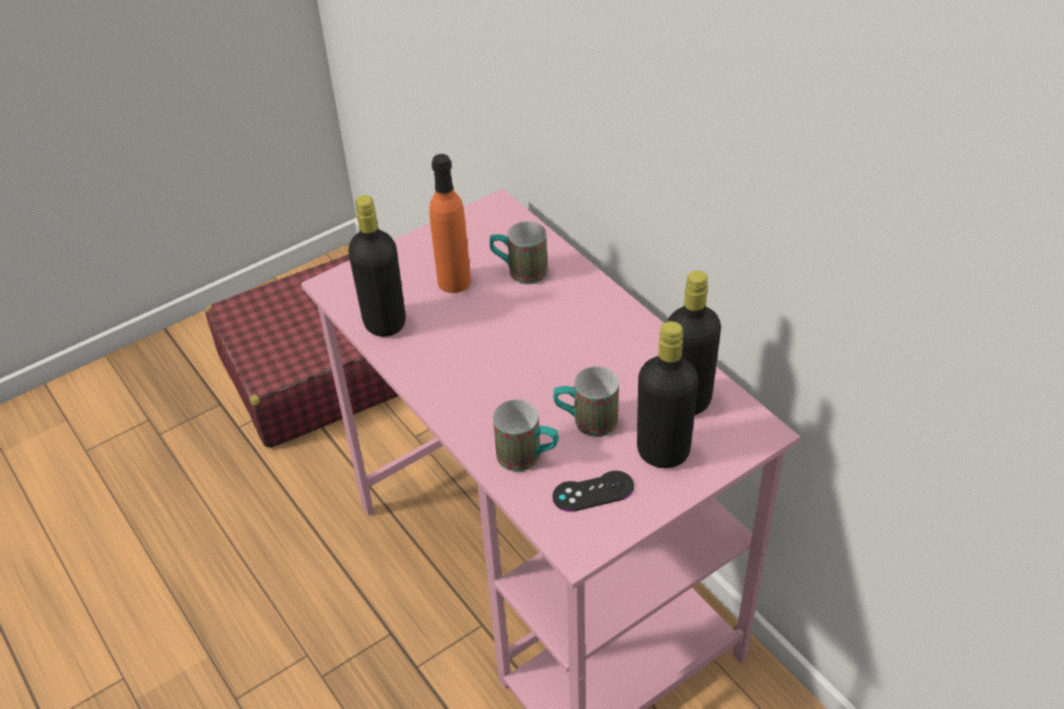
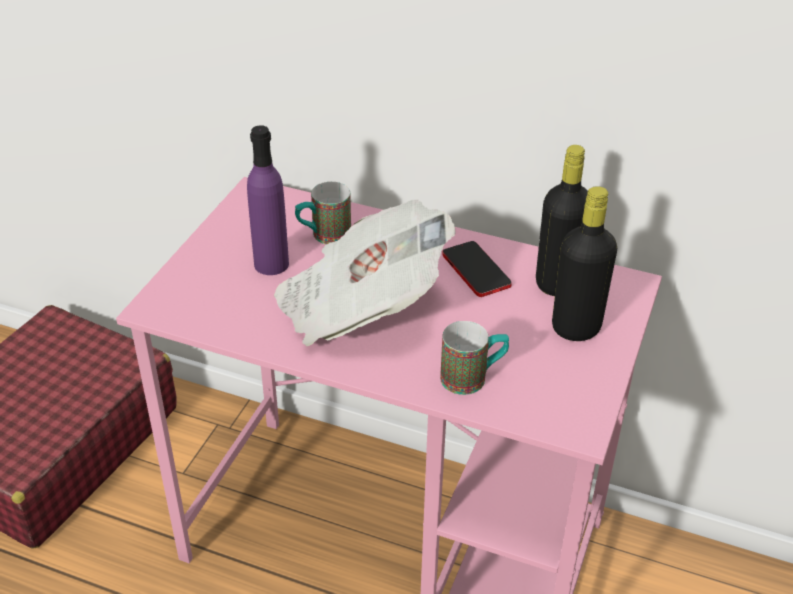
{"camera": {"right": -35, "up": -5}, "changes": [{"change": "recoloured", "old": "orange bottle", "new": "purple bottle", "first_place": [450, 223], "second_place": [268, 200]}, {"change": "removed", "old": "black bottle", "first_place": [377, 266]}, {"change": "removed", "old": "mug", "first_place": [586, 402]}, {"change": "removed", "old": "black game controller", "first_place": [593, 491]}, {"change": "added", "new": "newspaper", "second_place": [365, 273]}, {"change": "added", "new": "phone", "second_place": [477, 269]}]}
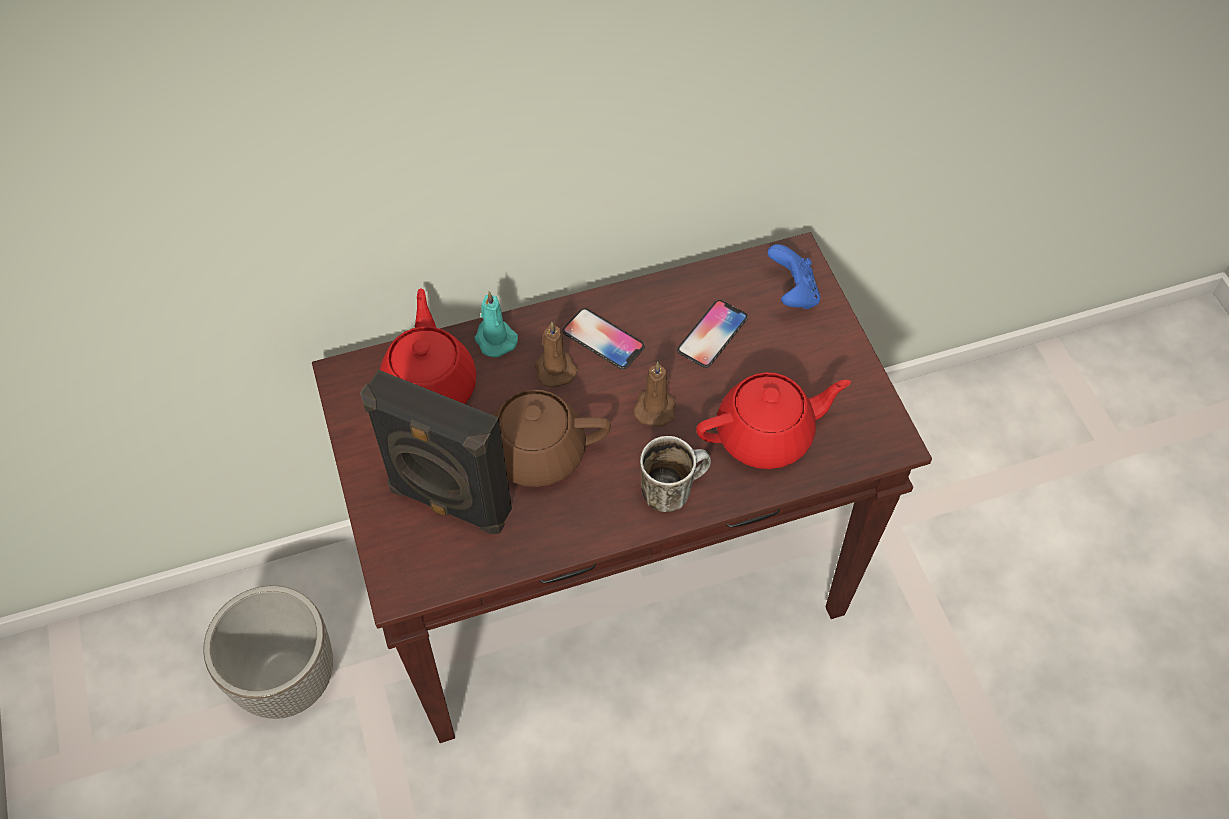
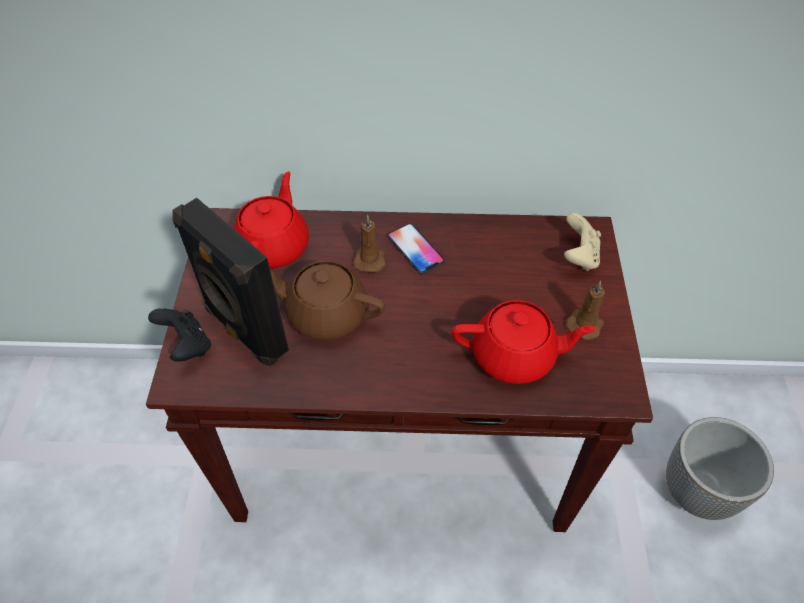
{"camera": {"right": 20, "up": -5}, "changes": [{"change": "recoloured", "old": "blue game controller", "new": "beige game controller", "first_place": [794, 276], "second_place": [582, 242]}, {"change": "removed", "old": "turquoise candle", "first_place": [496, 324]}, {"change": "removed", "old": "phone", "first_place": [712, 334]}, {"change": "moved", "old": "brown candle", "first_place": [654, 394], "second_place": [585, 310]}, {"change": "removed", "old": "mug", "first_place": [675, 474]}, {"change": "moved", "old": "planter", "first_place": [268, 652], "second_place": [720, 468]}, {"change": "added", "new": "black game controller", "second_place": [179, 335]}]}
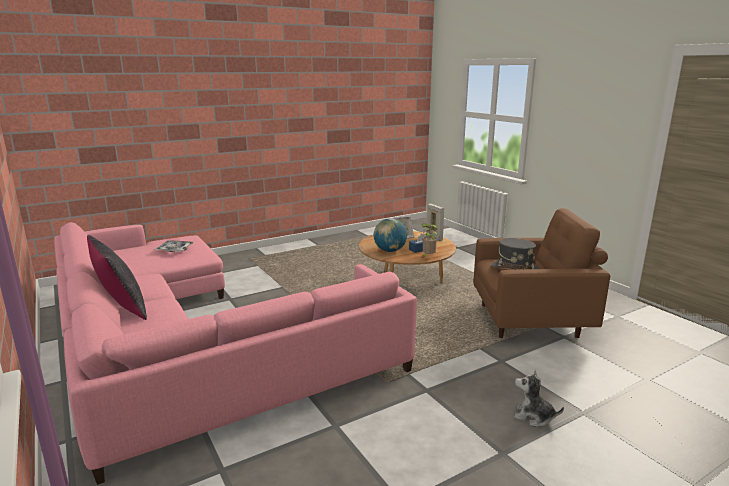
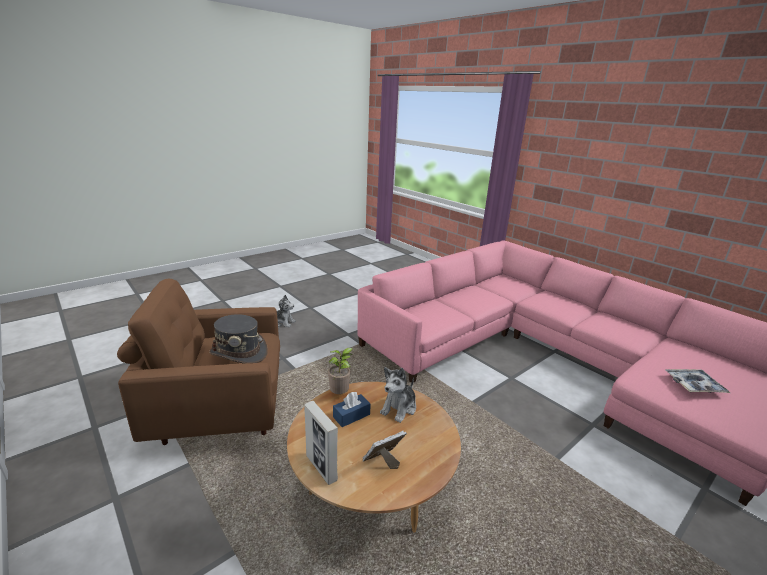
{"camera": {"right": 170, "up": 5}, "changes": [{"change": "replaced", "old": "globe", "new": "plush toy", "first_place": [390, 235], "second_place": [398, 395]}, {"change": "removed", "old": "black pillow", "first_place": [117, 277]}]}
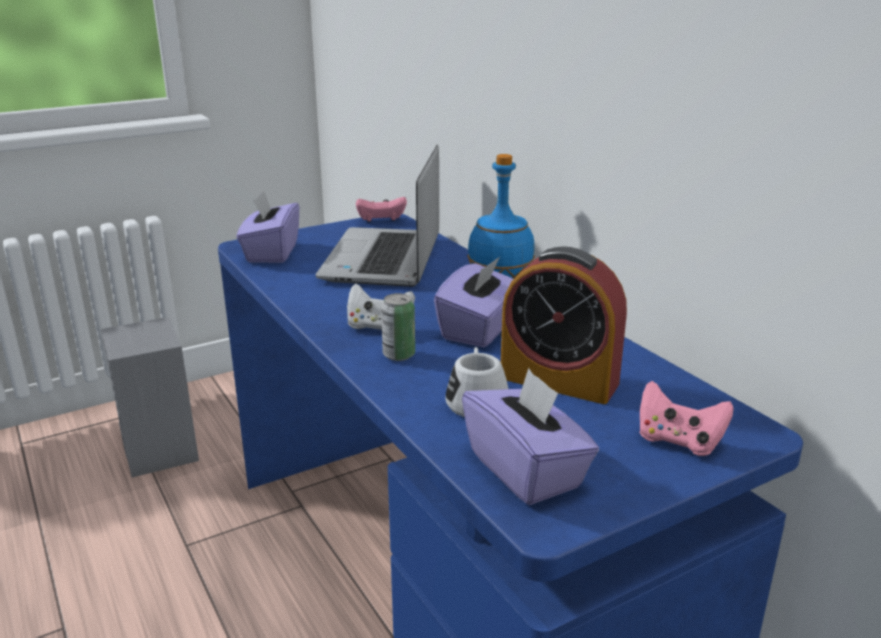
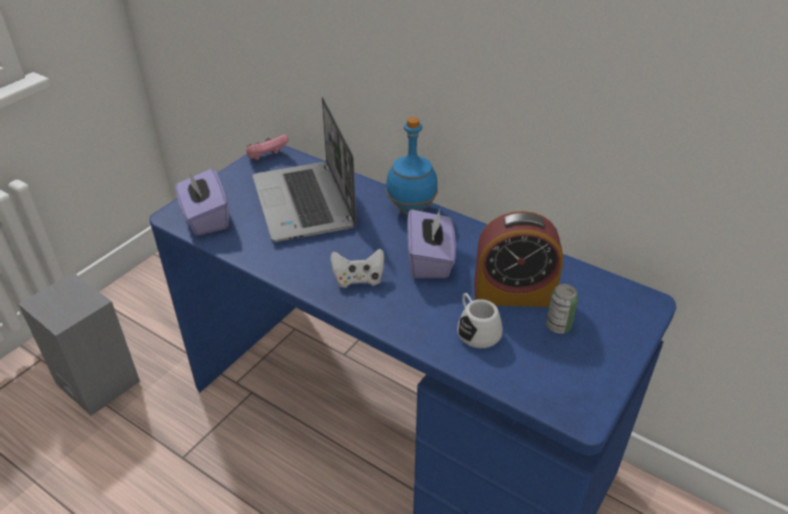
{"camera": {"right": -25, "up": 15}, "changes": [{"change": "moved", "old": "can", "first_place": [398, 327], "second_place": [562, 309]}, {"change": "removed", "old": "purple tissue box", "first_place": [530, 436]}, {"change": "removed", "old": "pink game controller", "first_place": [686, 418]}]}
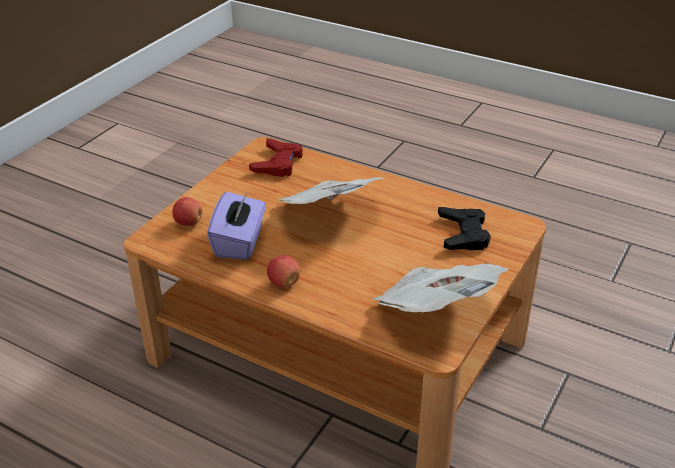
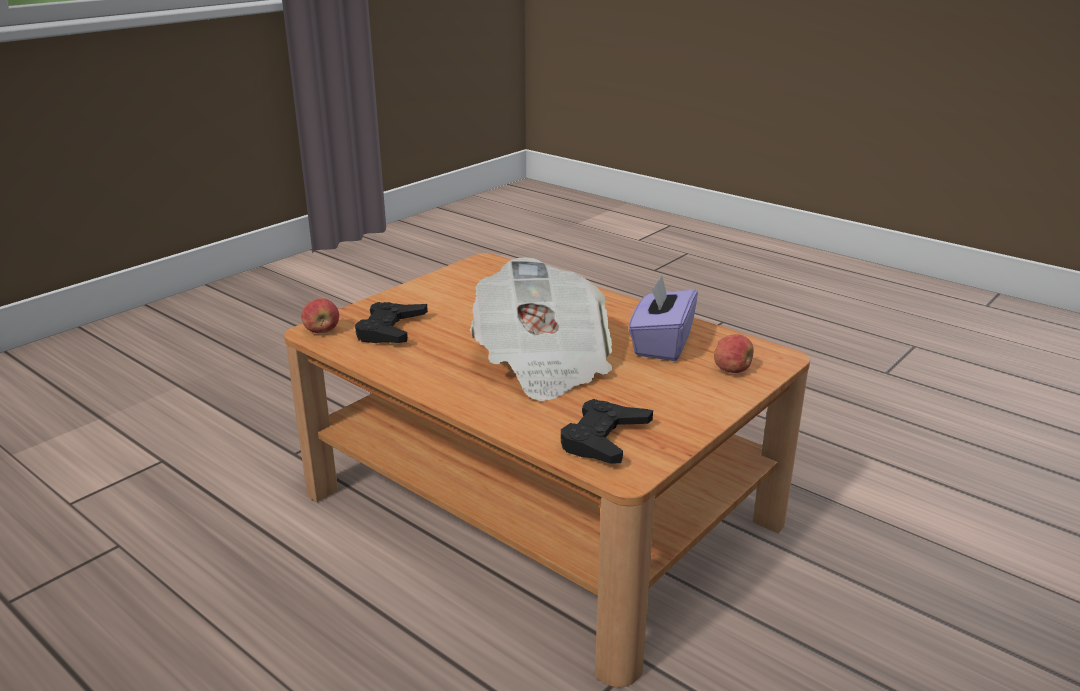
{"camera": {"right": -170, "up": -10}, "changes": [{"change": "recoloured", "old": "red game controller", "new": "black game controller", "first_place": [276, 157], "second_place": [607, 431]}, {"change": "moved", "old": "apple", "first_place": [283, 271], "second_place": [320, 316]}, {"change": "removed", "old": "newspaper", "first_place": [440, 287]}]}
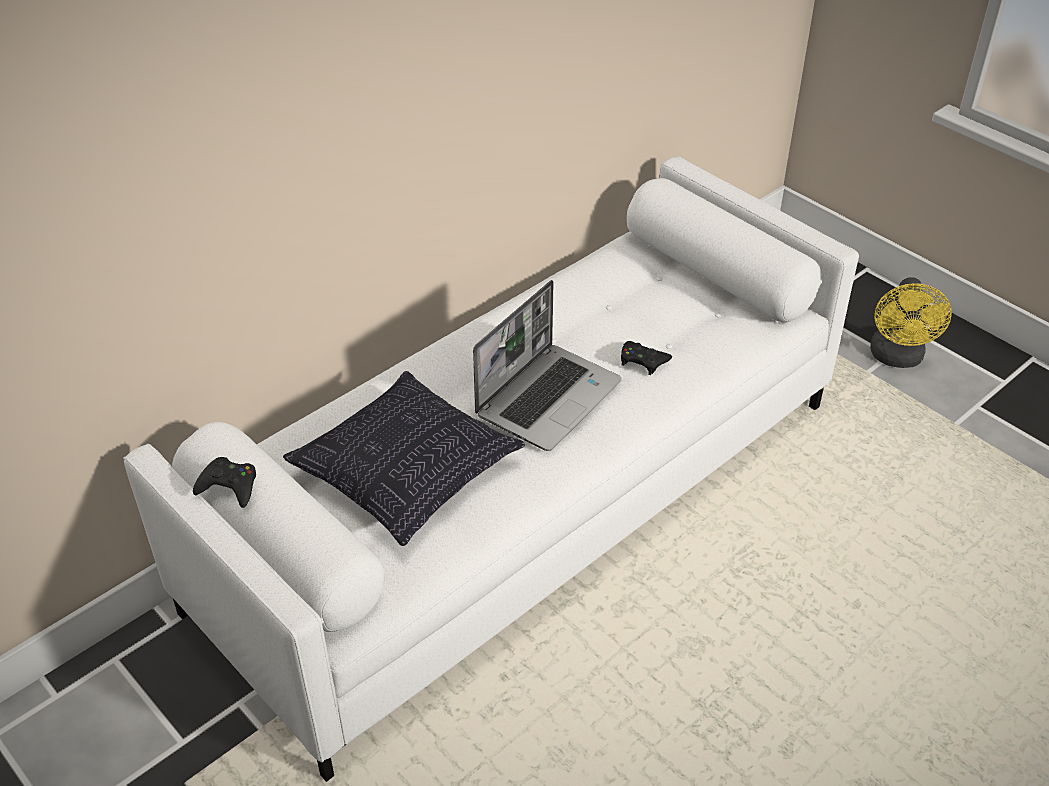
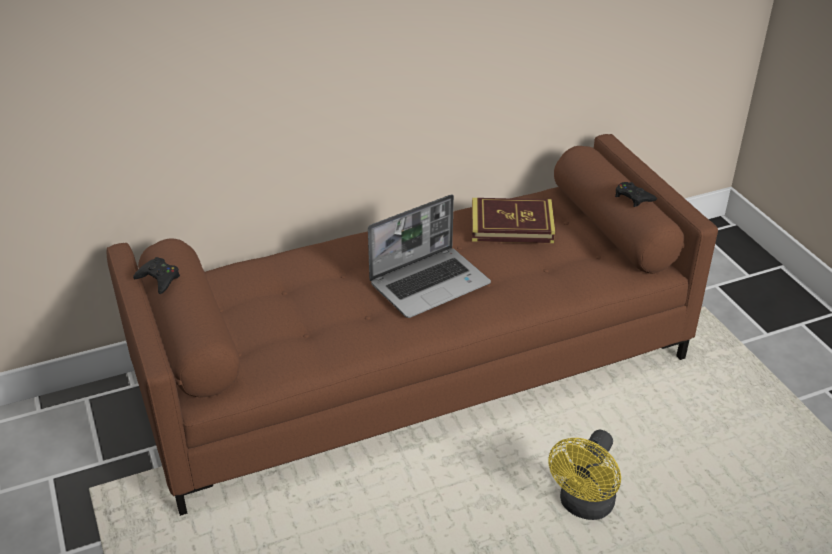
{"camera": {"right": 20, "up": -5}, "changes": [{"change": "recoloured", "old": "white sofa", "new": "brown sofa", "first_place": [491, 469], "second_place": [412, 325]}, {"change": "moved", "old": "yellow fan", "first_place": [911, 322], "second_place": [584, 475]}, {"change": "moved", "old": "black game controller", "first_place": [646, 358], "second_place": [636, 194]}, {"change": "removed", "old": "pillow", "first_place": [404, 458]}, {"change": "added", "new": "book", "second_place": [513, 220]}]}
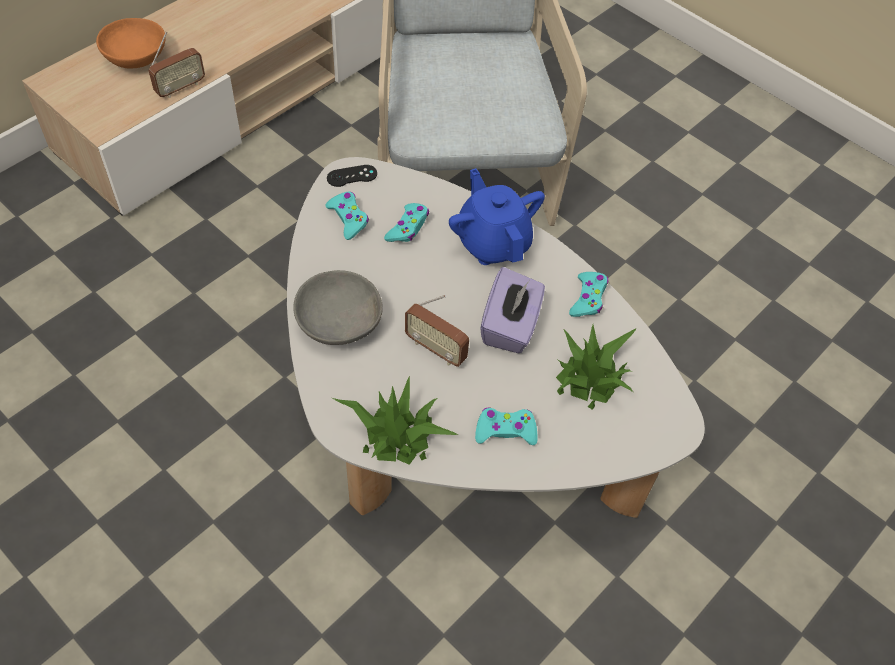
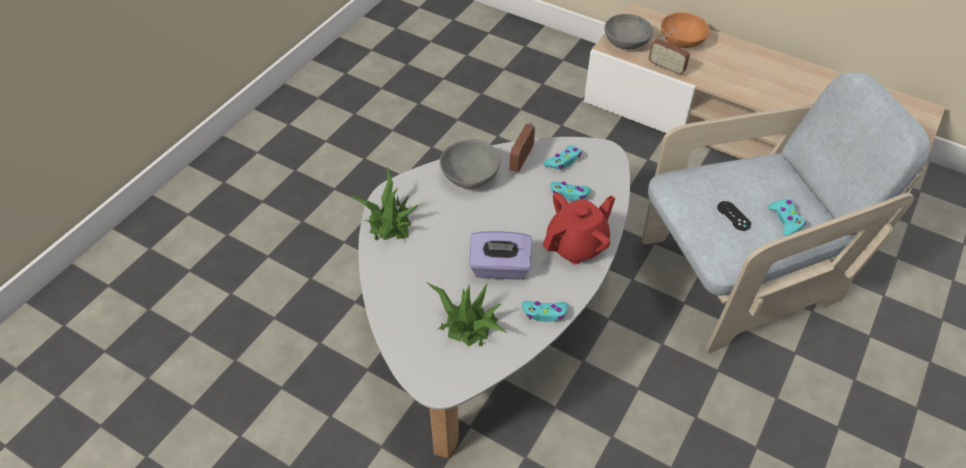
{"camera": {"right": 80, "up": -5}, "changes": [{"change": "moved", "old": "black game controller", "first_place": [352, 176], "second_place": [734, 216]}, {"change": "recoloured", "old": "blue teapot", "new": "red teapot", "first_place": [497, 216], "second_place": [579, 228]}, {"change": "moved", "old": "radio", "first_place": [437, 331], "second_place": [522, 147]}, {"change": "moved", "old": "turquoise game controller", "first_place": [506, 426], "second_place": [786, 217]}, {"change": "added", "new": "grey bowl", "second_place": [629, 31]}]}
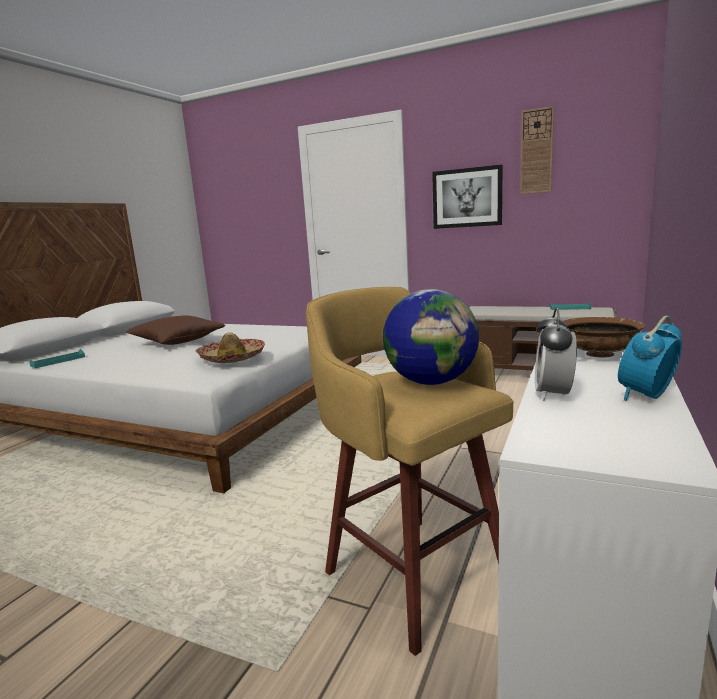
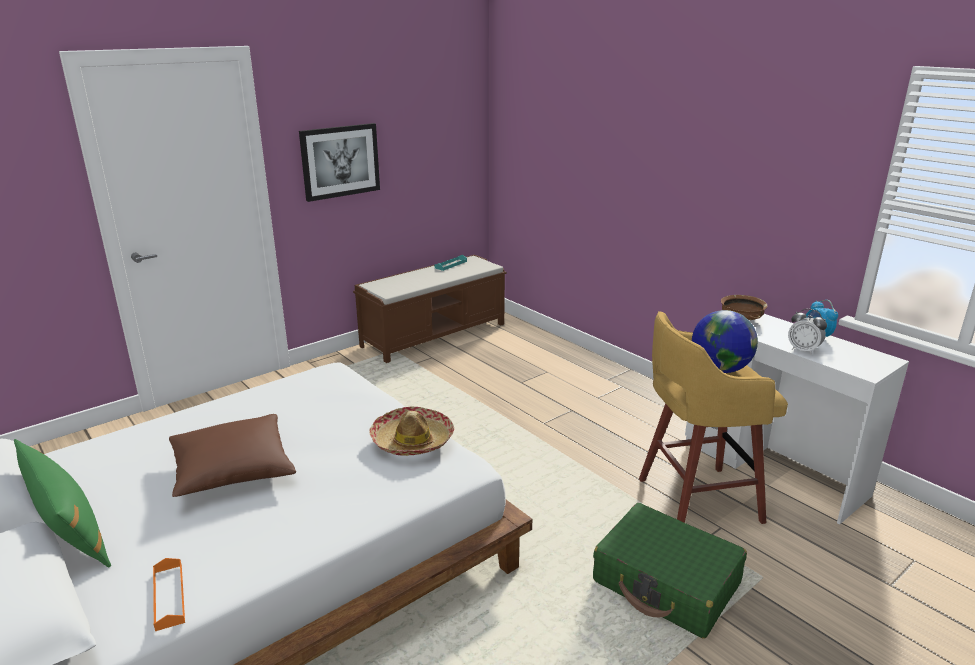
{"camera": {"right": -65, "up": 10}, "changes": [{"change": "removed", "old": "wall clock", "first_place": [537, 150]}, {"change": "recoloured", "old": "turquoise tray", "new": "orange tray", "first_place": [57, 358], "second_place": [169, 594]}, {"change": "added", "new": "green pillow", "second_place": [62, 503]}, {"change": "added", "new": "green suitcase", "second_place": [670, 571]}]}
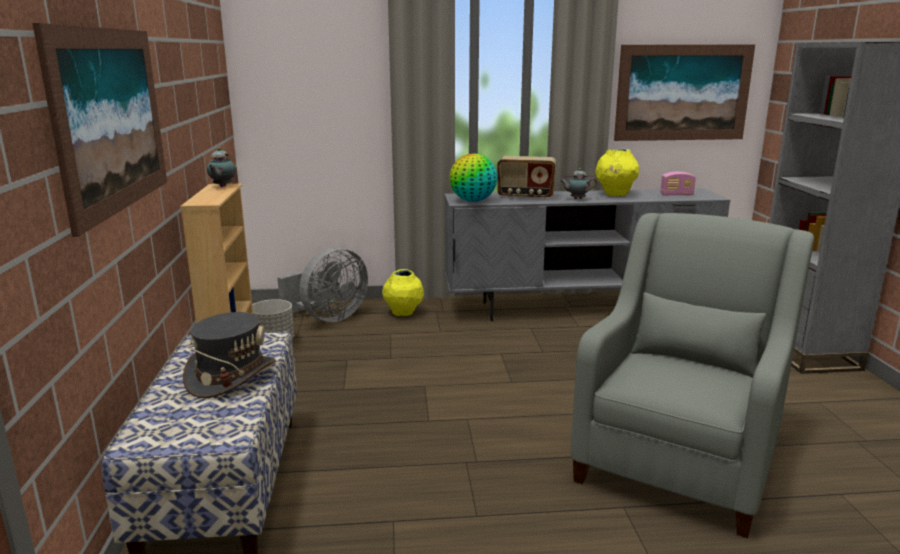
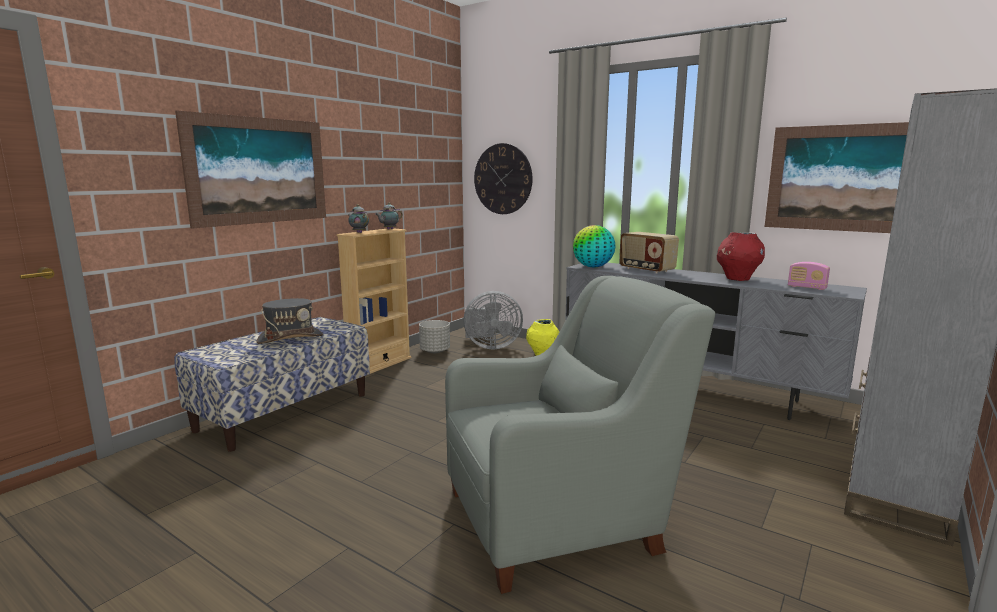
{"camera": {"right": 40, "up": -5}, "changes": [{"change": "recoloured", "old": "yellow vase", "new": "red vase", "first_place": [617, 173], "second_place": [741, 256]}, {"change": "moved", "old": "teapot", "first_place": [578, 183], "second_place": [358, 218]}, {"change": "added", "new": "wall clock", "second_place": [503, 178]}]}
